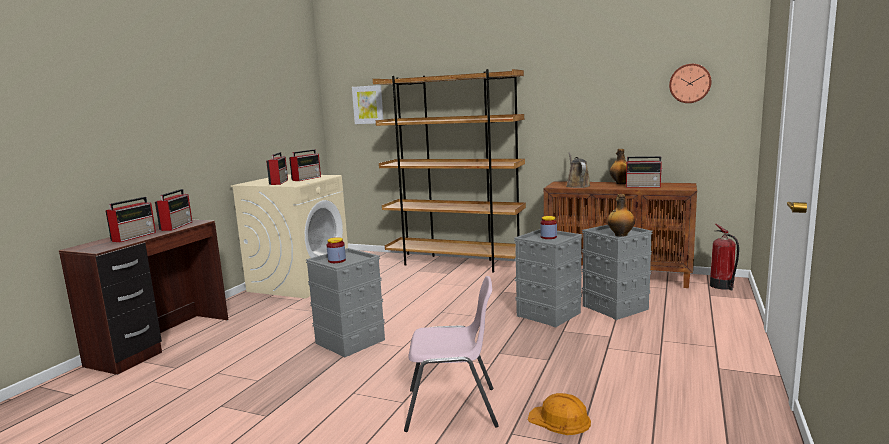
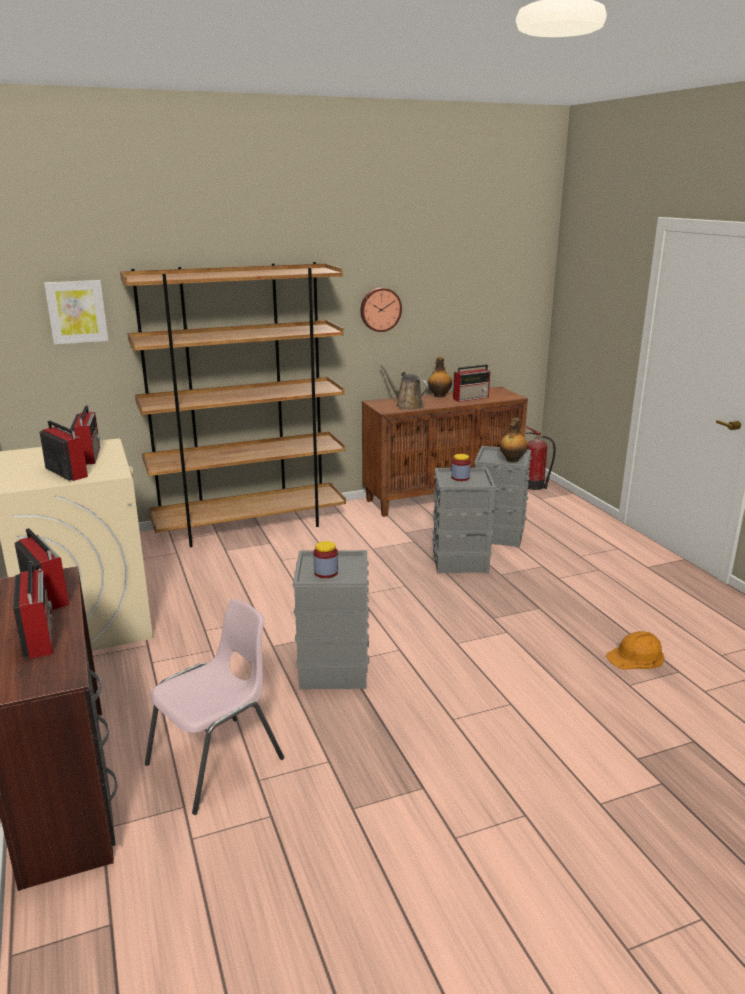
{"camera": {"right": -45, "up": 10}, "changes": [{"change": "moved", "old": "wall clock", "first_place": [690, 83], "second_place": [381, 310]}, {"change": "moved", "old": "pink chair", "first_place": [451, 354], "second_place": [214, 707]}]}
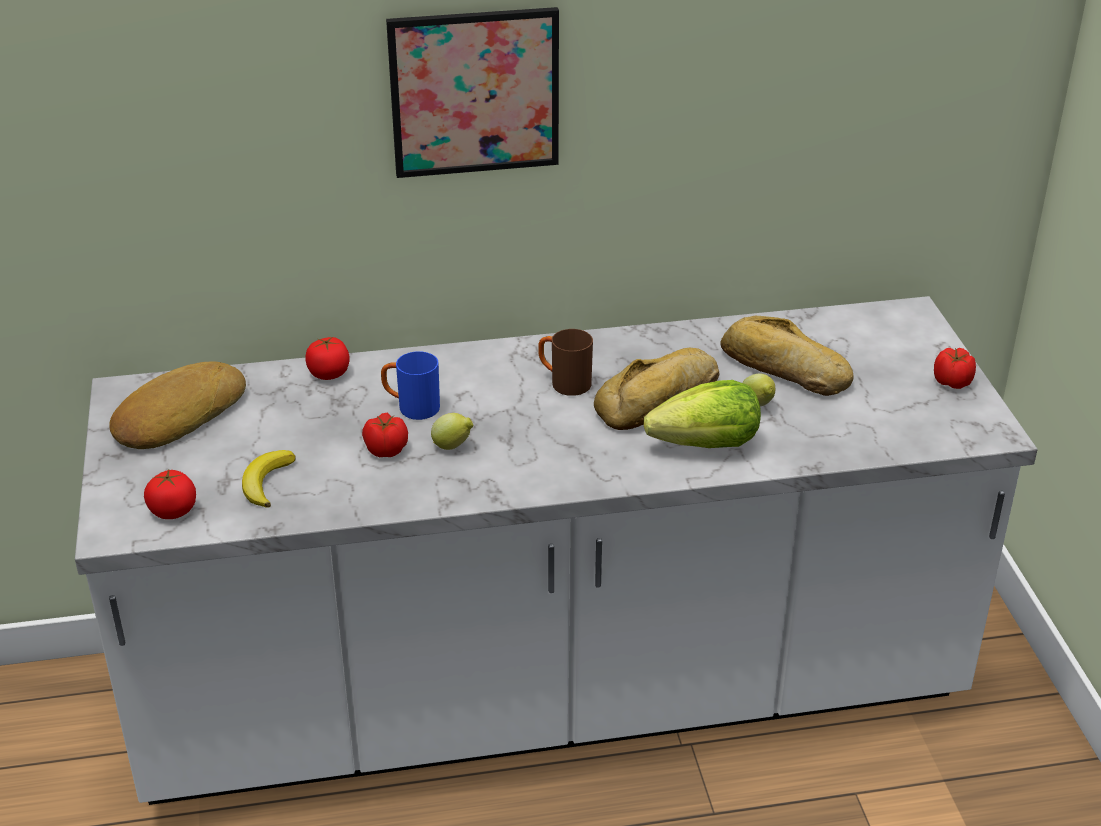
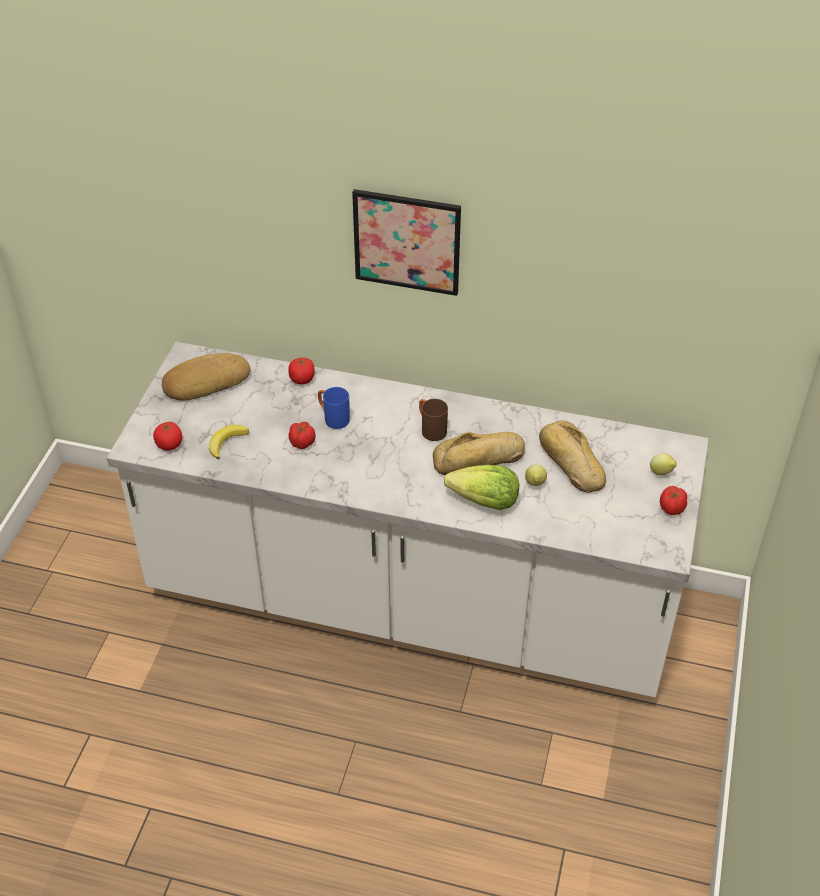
{"camera": {"right": 25, "up": 10}, "changes": [{"change": "moved", "old": "lemon", "first_place": [452, 431], "second_place": [663, 464]}]}
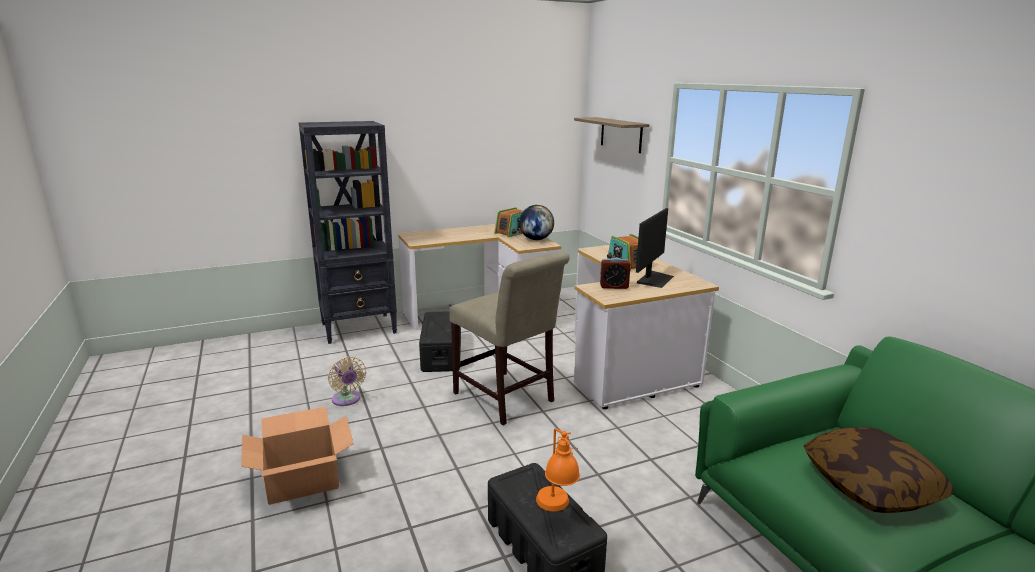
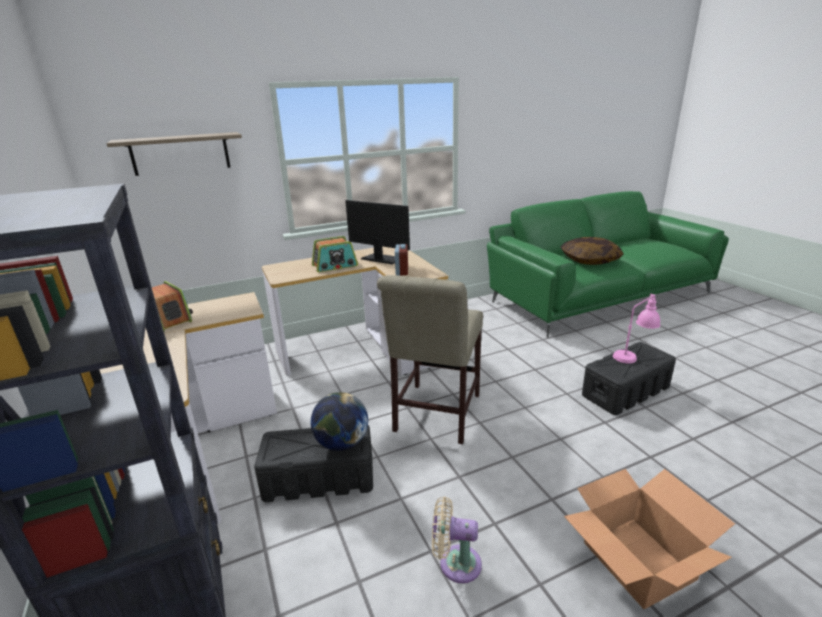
{"camera": {"right": -90, "up": 5}, "changes": [{"change": "moved", "old": "globe", "first_place": [536, 222], "second_place": [339, 421]}, {"change": "turned", "old": "beige chair", "first_place": [509, 338], "second_place": [430, 359], "degrees": 150}, {"change": "turned", "old": "beige fan", "first_place": [347, 381], "second_place": [457, 540], "degrees": -135}, {"change": "recoloured", "old": "orange table lamp", "new": "pink table lamp", "first_place": [558, 469], "second_place": [637, 328]}]}
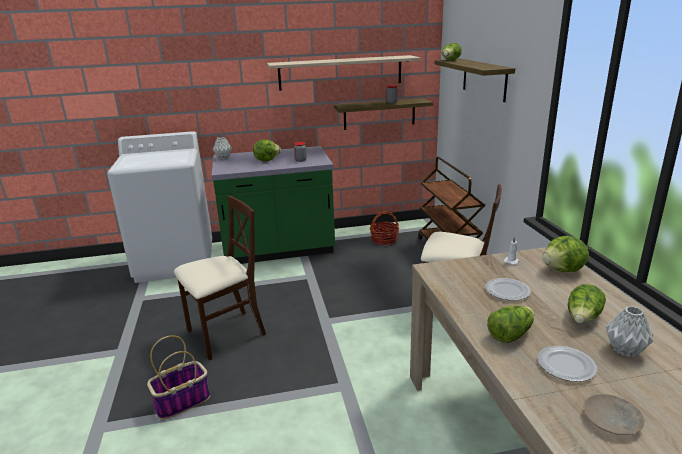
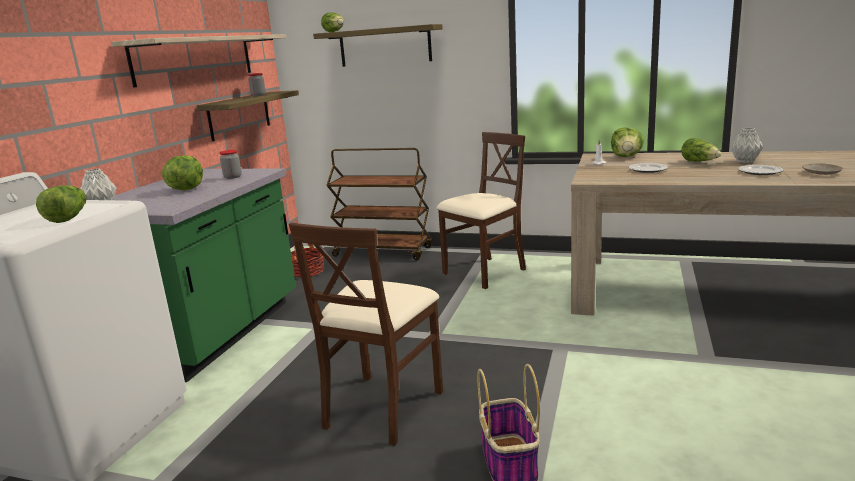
{"camera": {"right": -60, "up": -5}, "changes": [{"change": "turned", "old": "beige chair", "first_place": [220, 278], "second_place": [366, 334], "degrees": -150}, {"change": "moved", "old": "lettuce", "first_place": [510, 324], "second_place": [61, 204]}]}
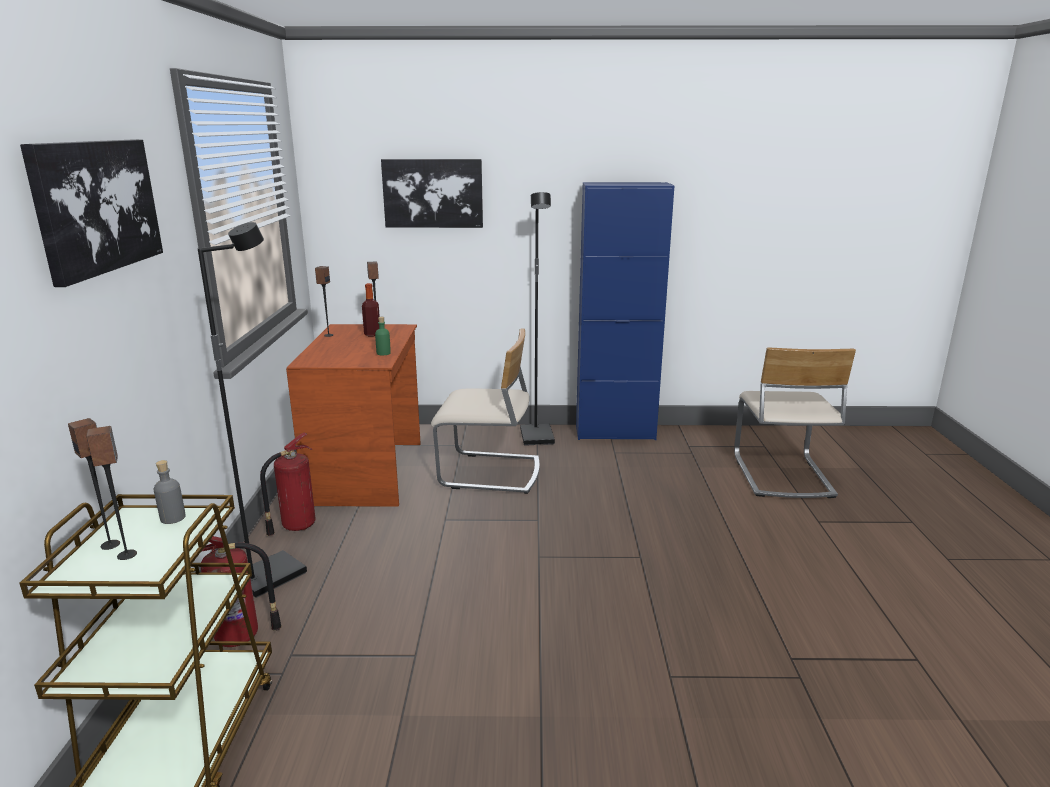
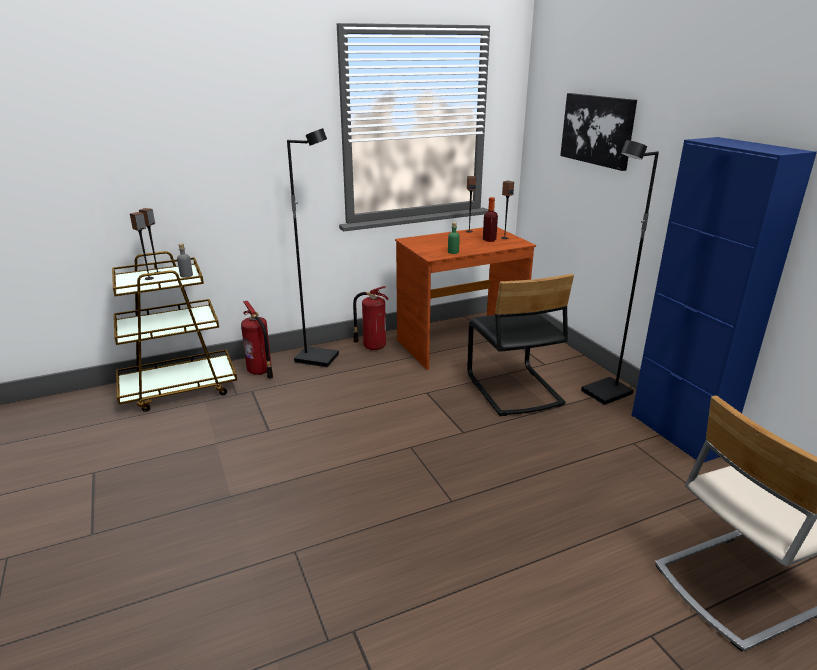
{"camera": {"right": 65, "up": 5}, "changes": [{"change": "removed", "old": "picture", "first_place": [91, 213]}, {"change": "recoloured", "old": "beige chair", "new": "black chair", "first_place": [485, 411], "second_place": [520, 345]}]}
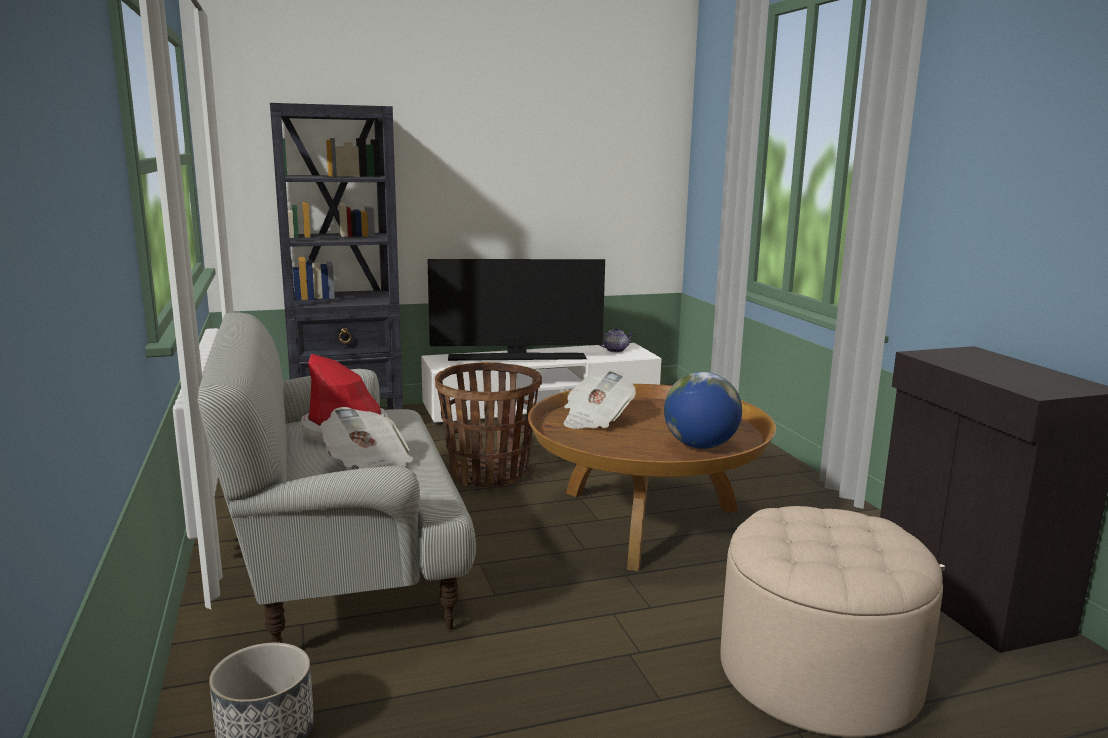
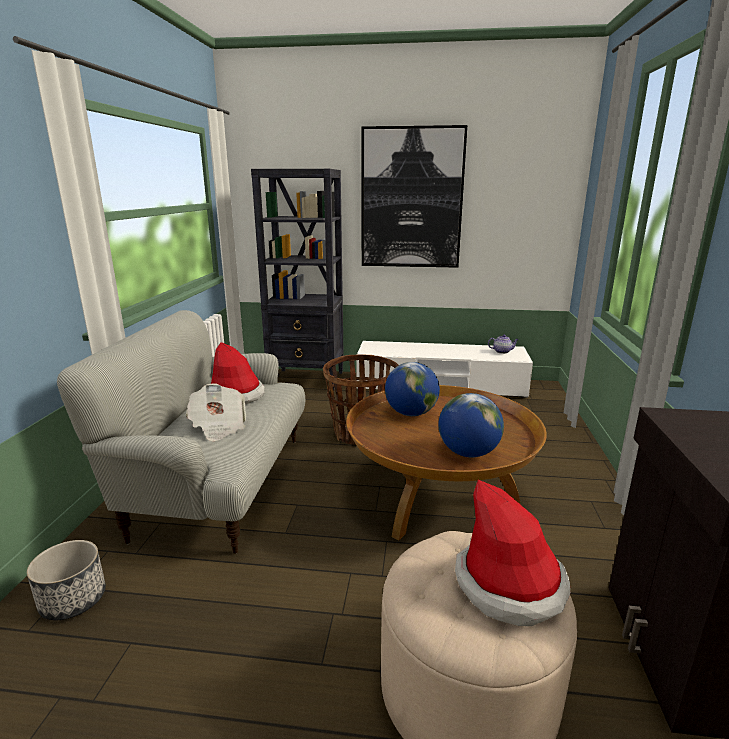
{"camera": {"right": 25, "up": 5}, "changes": [{"change": "removed", "old": "television", "first_place": [516, 310]}, {"change": "replaced", "old": "newspaper", "new": "globe", "first_place": [599, 400], "second_place": [412, 389]}, {"change": "added", "new": "picture", "second_place": [414, 196]}, {"change": "added", "new": "hat", "second_place": [512, 553]}]}
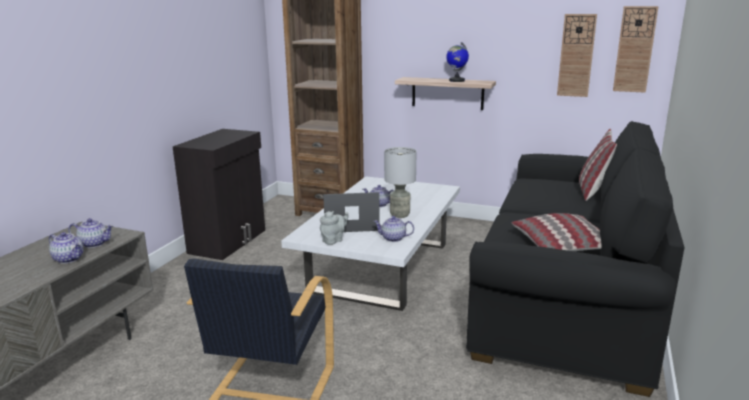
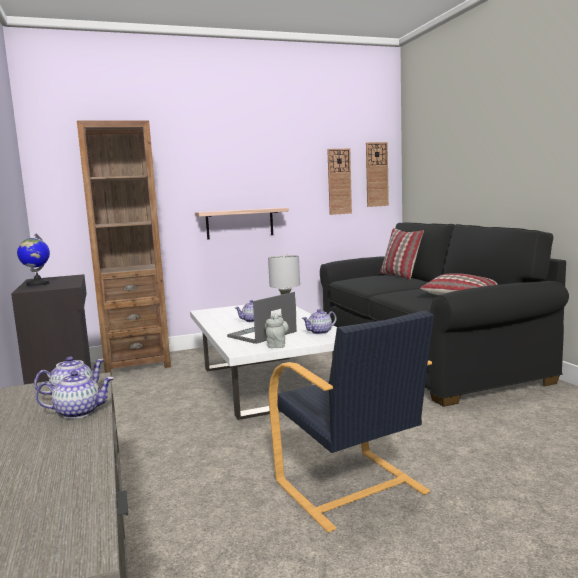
{"camera": {"right": -40, "up": -10}, "changes": [{"change": "moved", "old": "globe", "first_place": [457, 62], "second_place": [33, 260]}]}
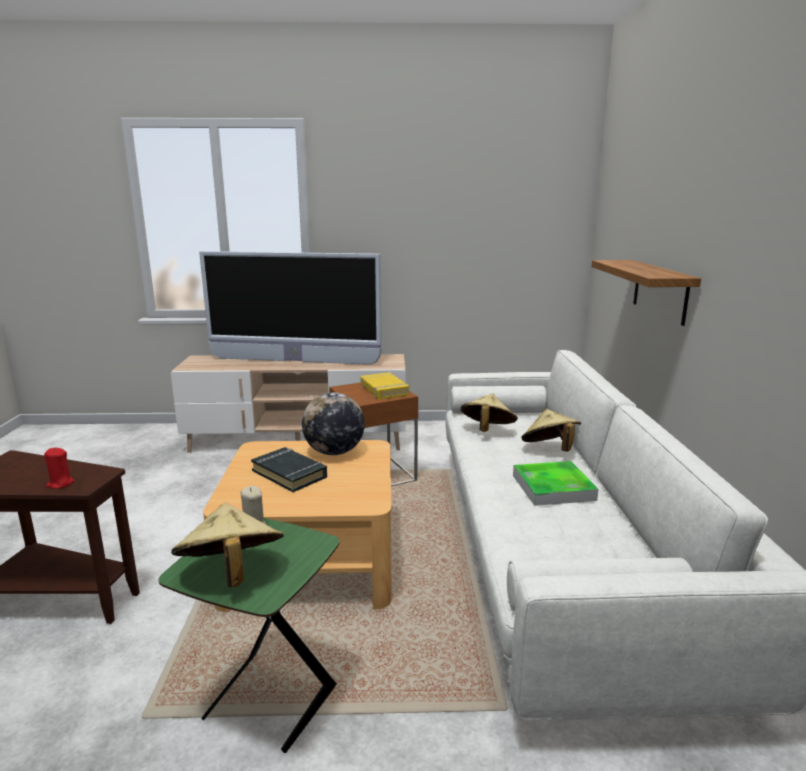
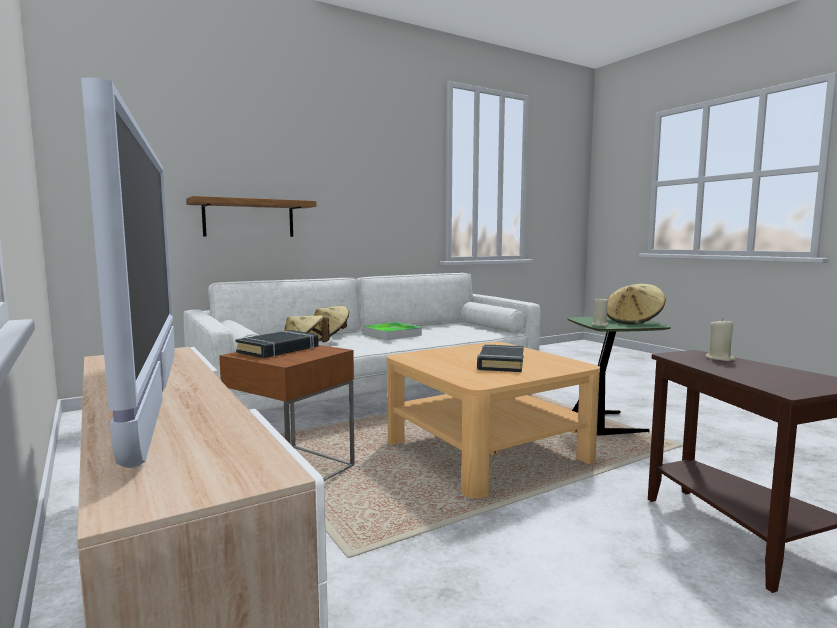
{"camera": {"right": -120, "up": -10}, "changes": [{"change": "recoloured", "old": "yellow book", "new": "black book", "first_place": [385, 386], "second_place": [277, 344]}, {"change": "removed", "old": "globe", "first_place": [333, 423]}, {"change": "recoloured", "old": "red candle", "new": "beige candle", "first_place": [59, 468], "second_place": [720, 339]}]}
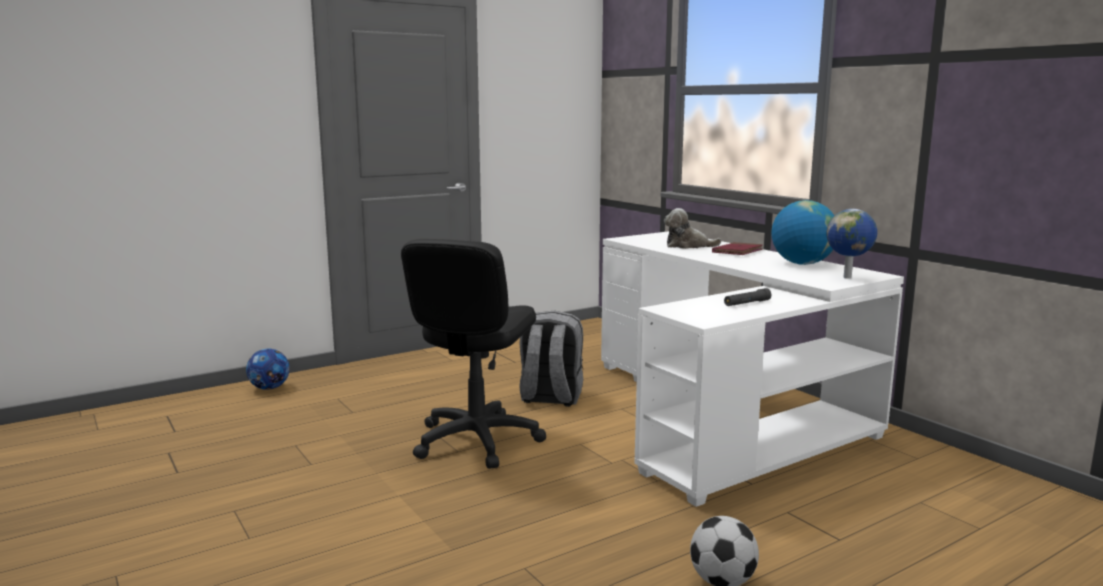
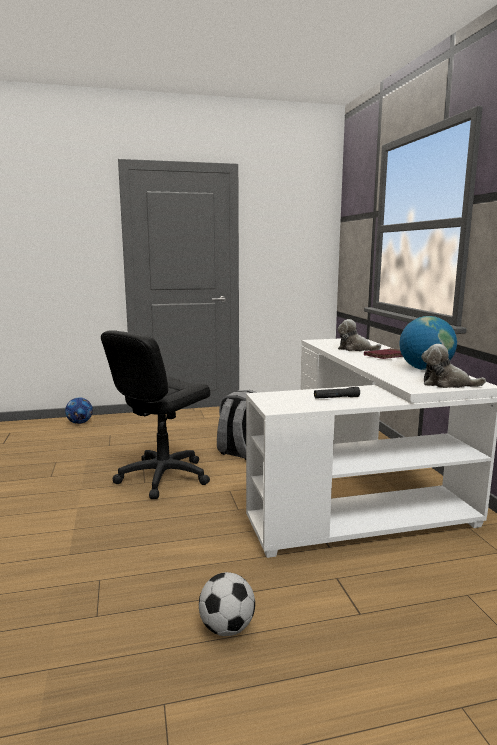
{"camera": {"right": 20, "up": 0}, "changes": [{"change": "replaced", "old": "globe", "new": "plush toy", "first_place": [851, 244], "second_place": [453, 366]}]}
